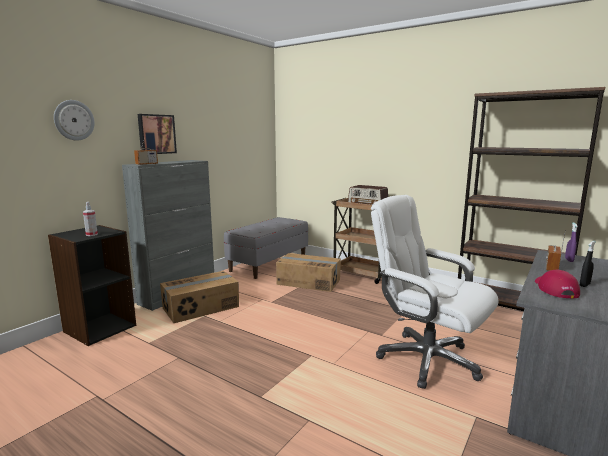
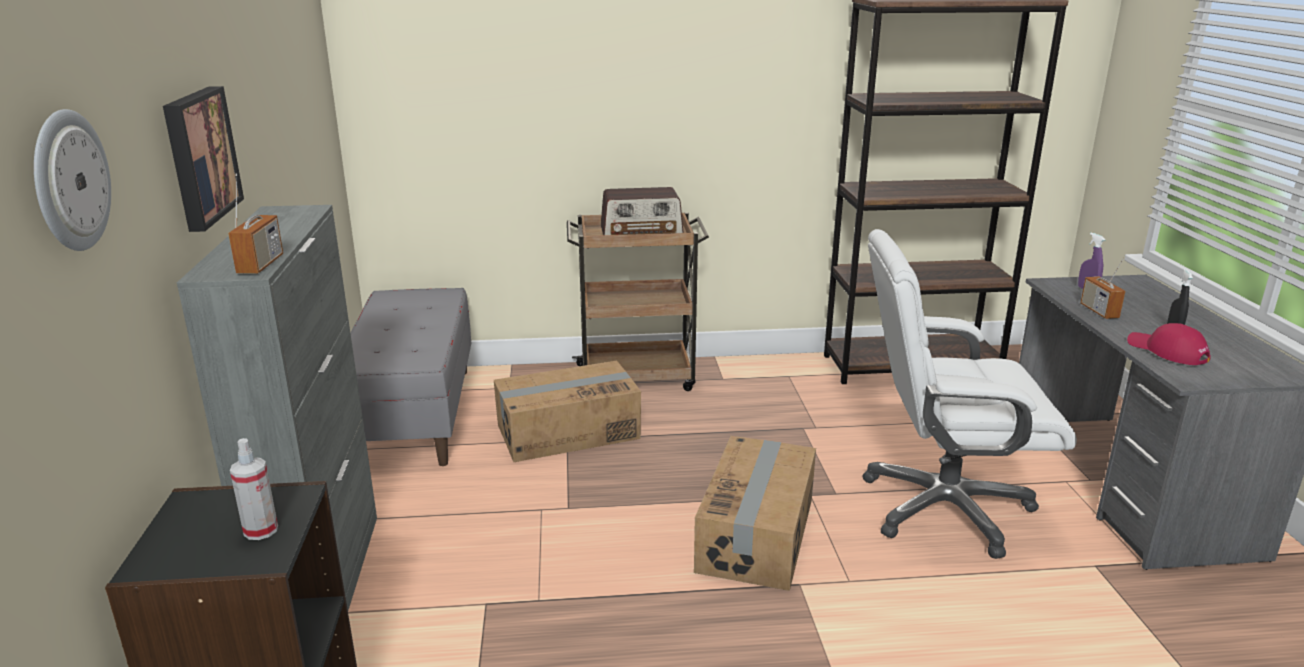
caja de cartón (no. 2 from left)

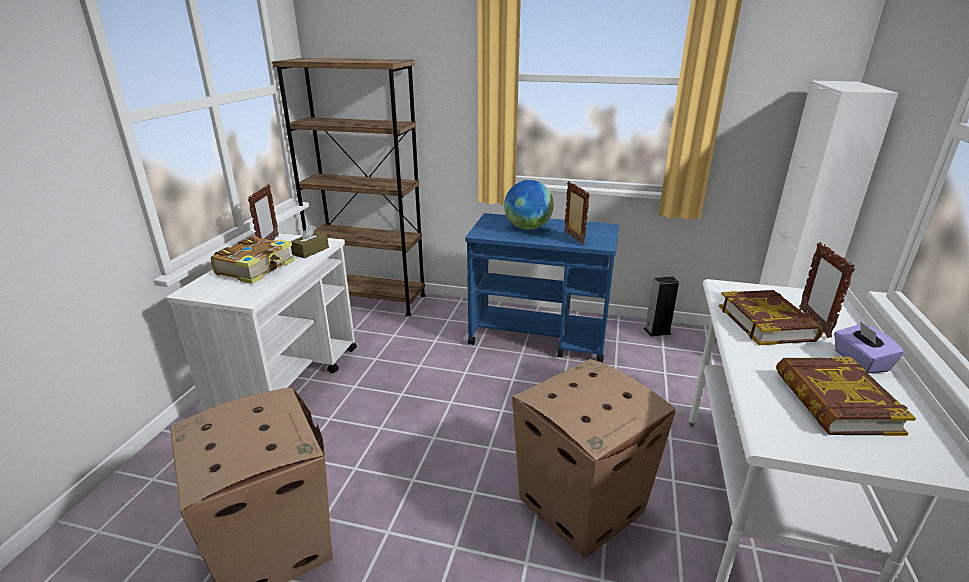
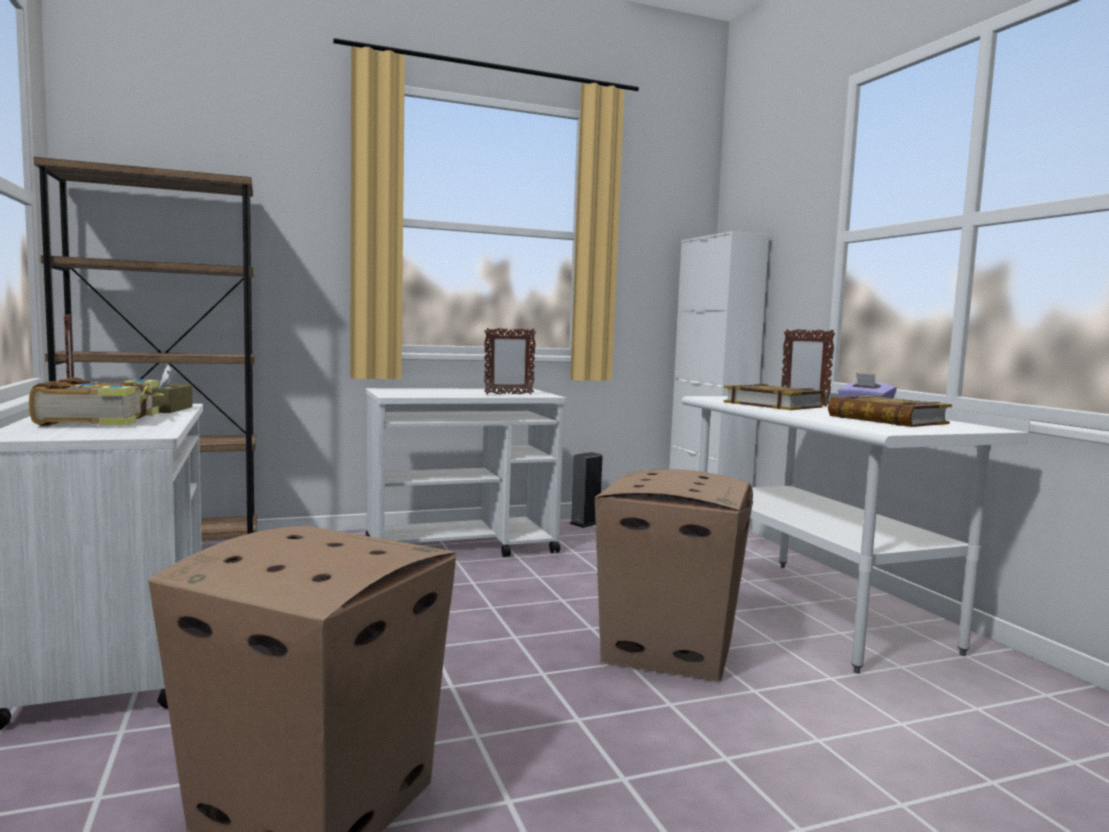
carrito [blanco] (no. 2 from left); portarretratos (no. 2 from left); globo terráqueo

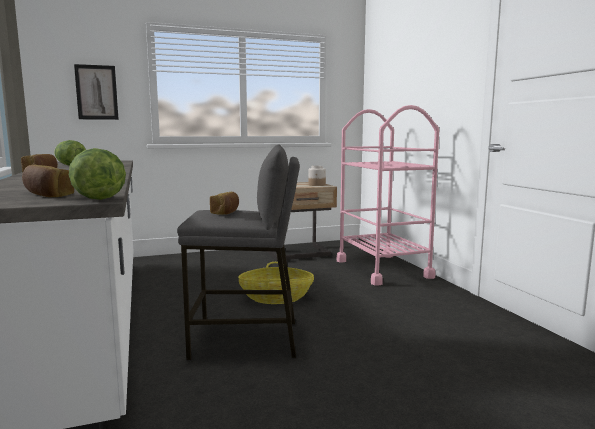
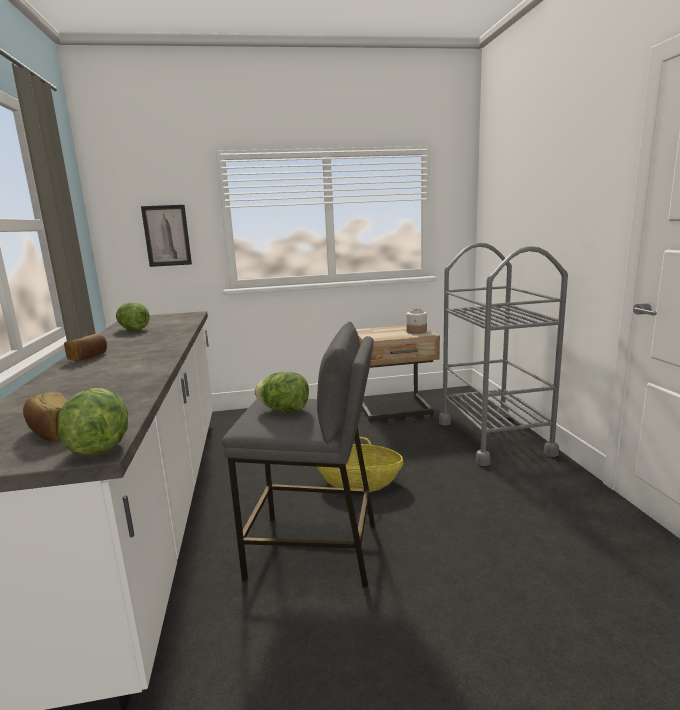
lechuga (no. 3 from left); carrito [gris]

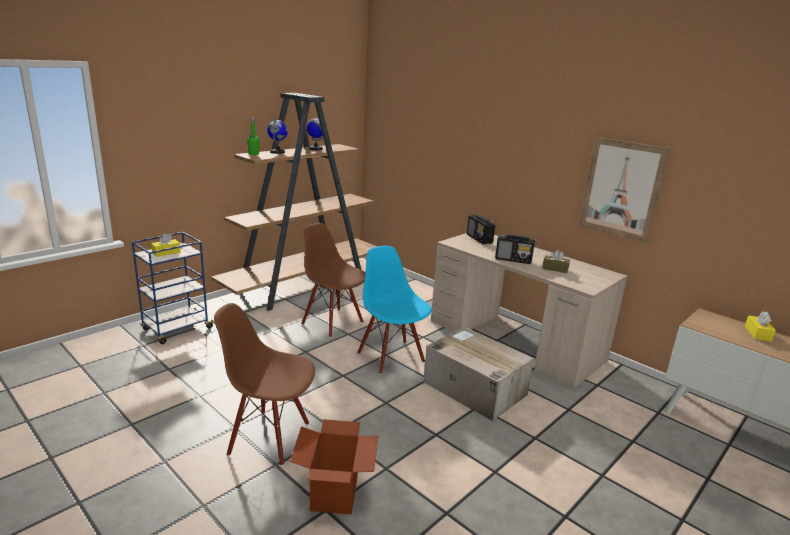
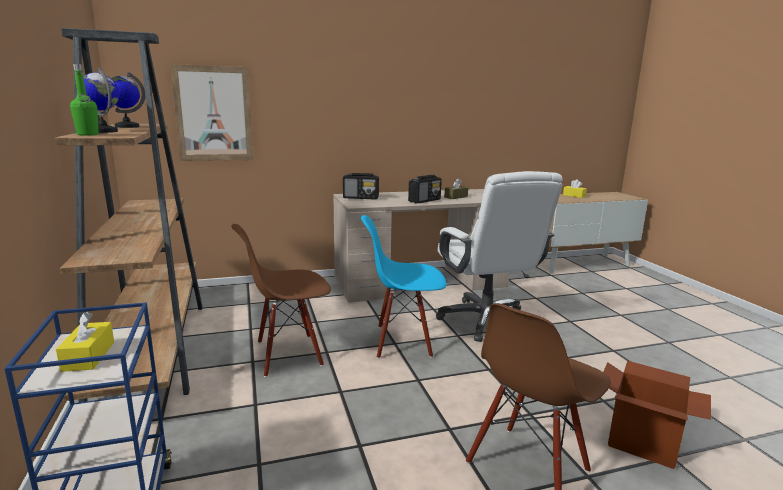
cuadro; silla de oficina [blanco]

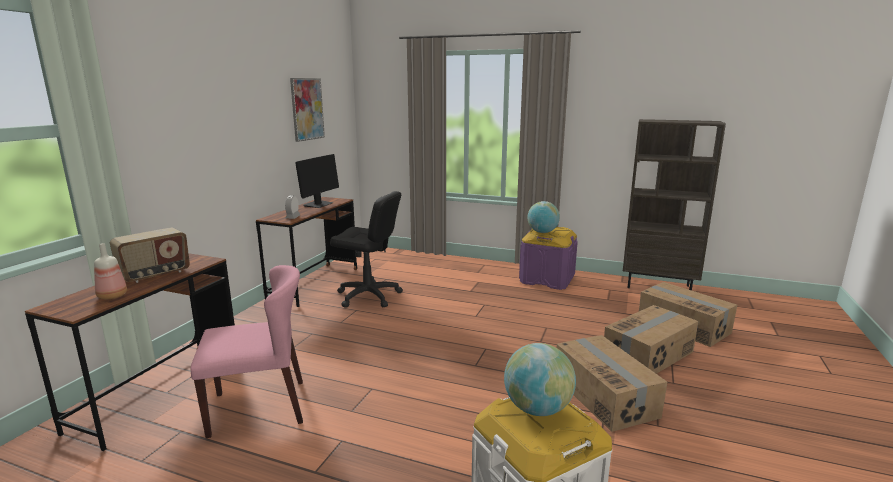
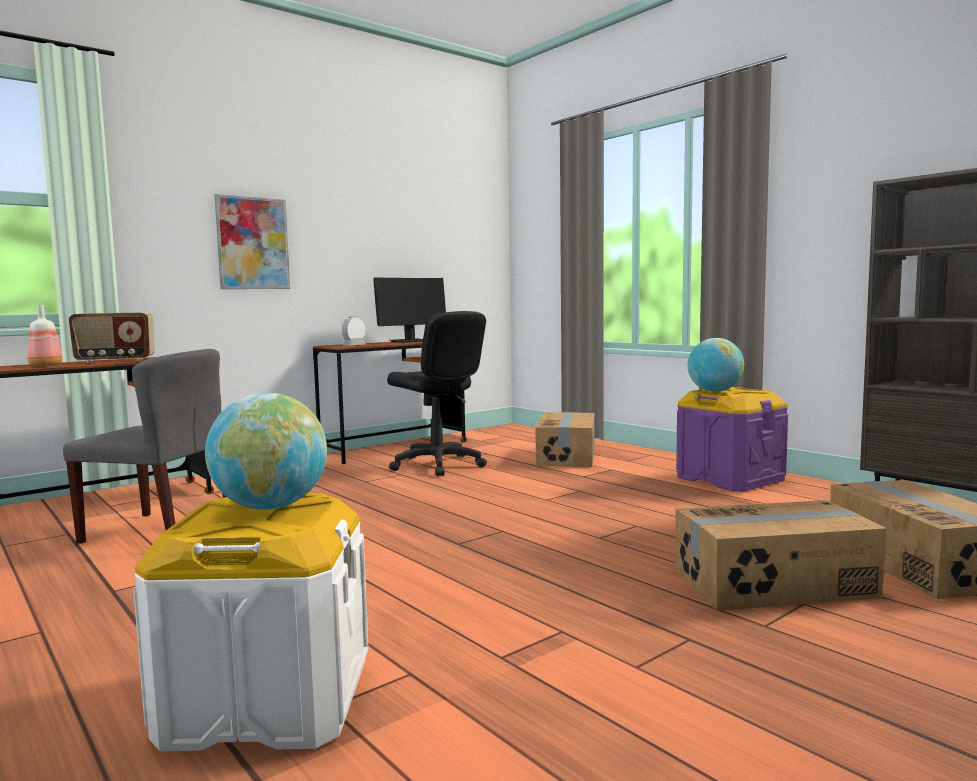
silla [gris]; cuadro; caja de cartón (no. 1 from left)

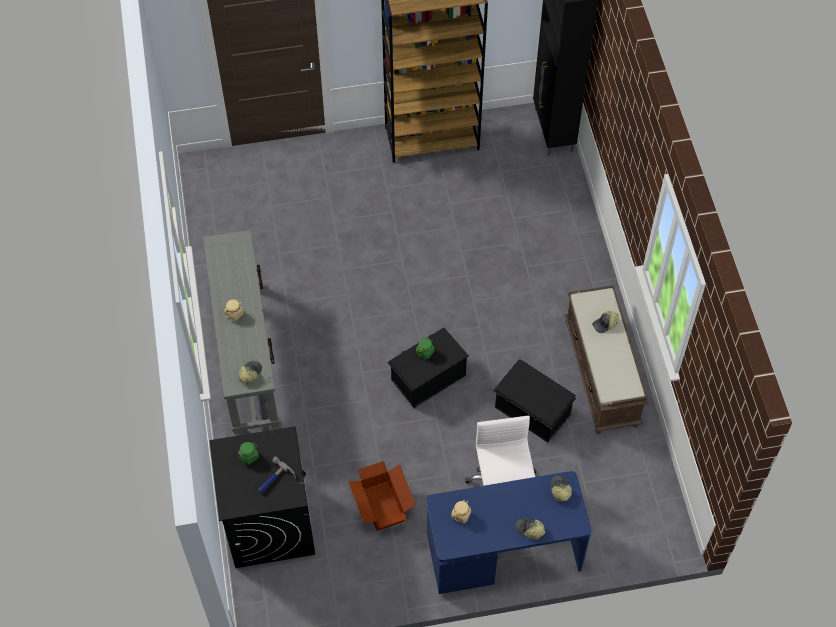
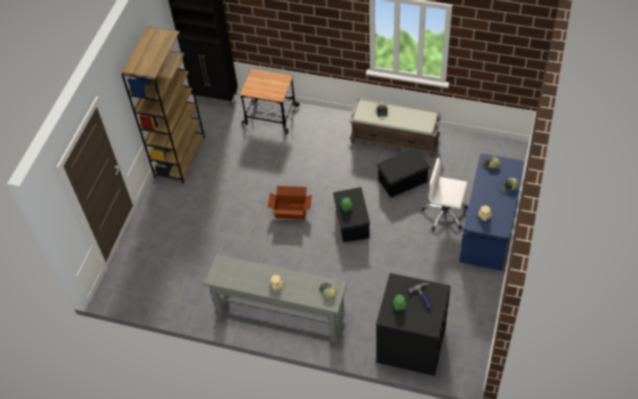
carrito; caja de cartón

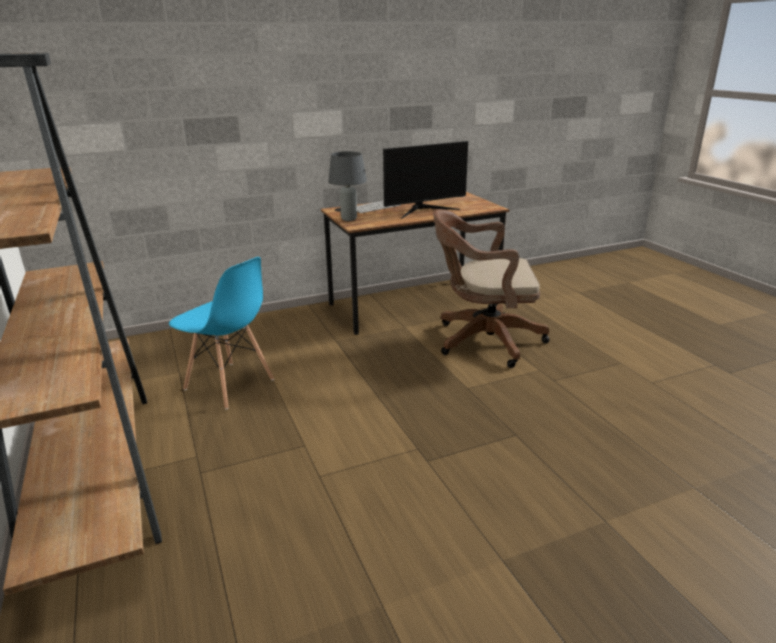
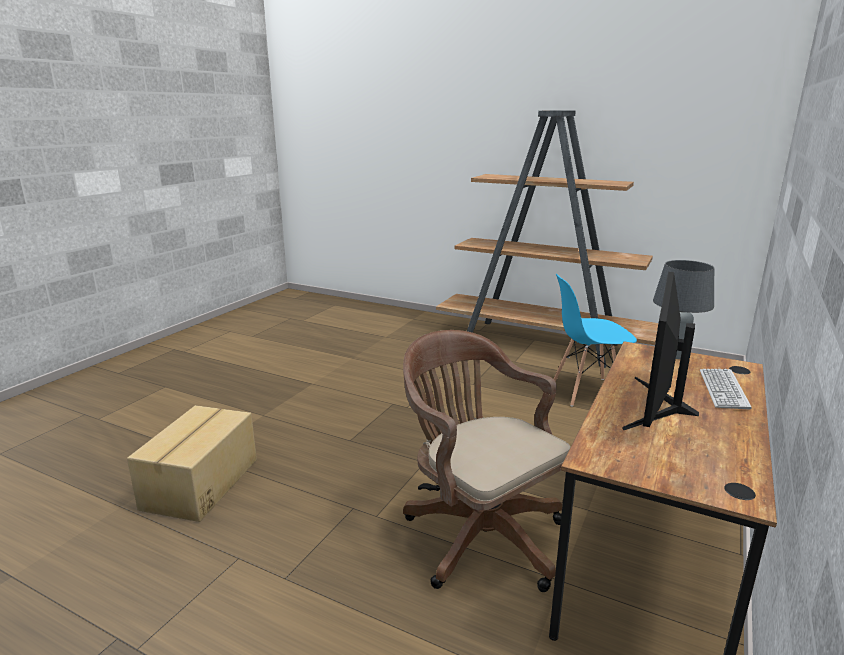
caja de cartón; silla de oficina [marrón]

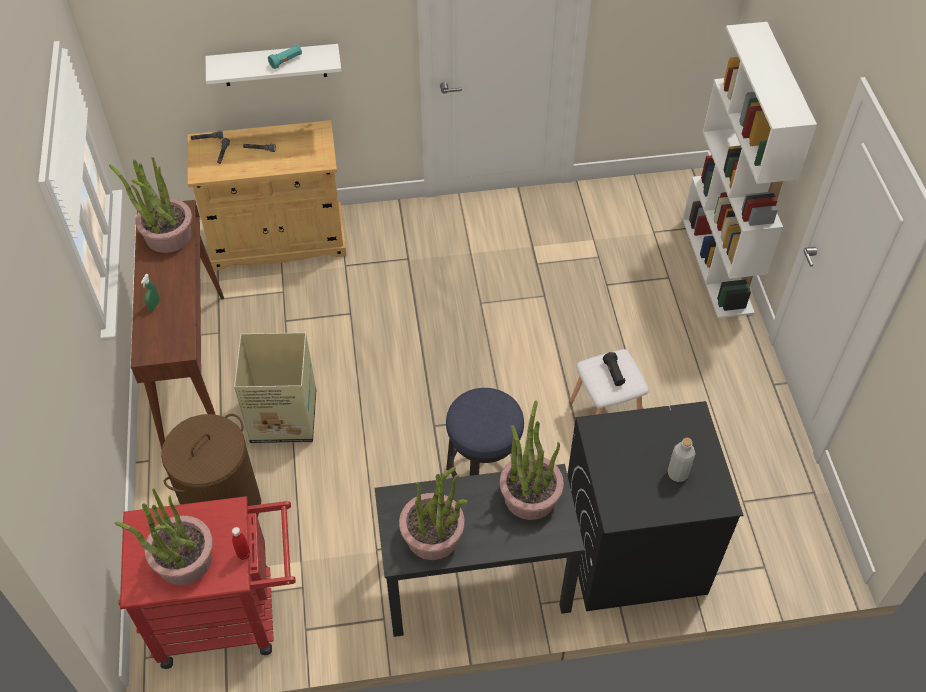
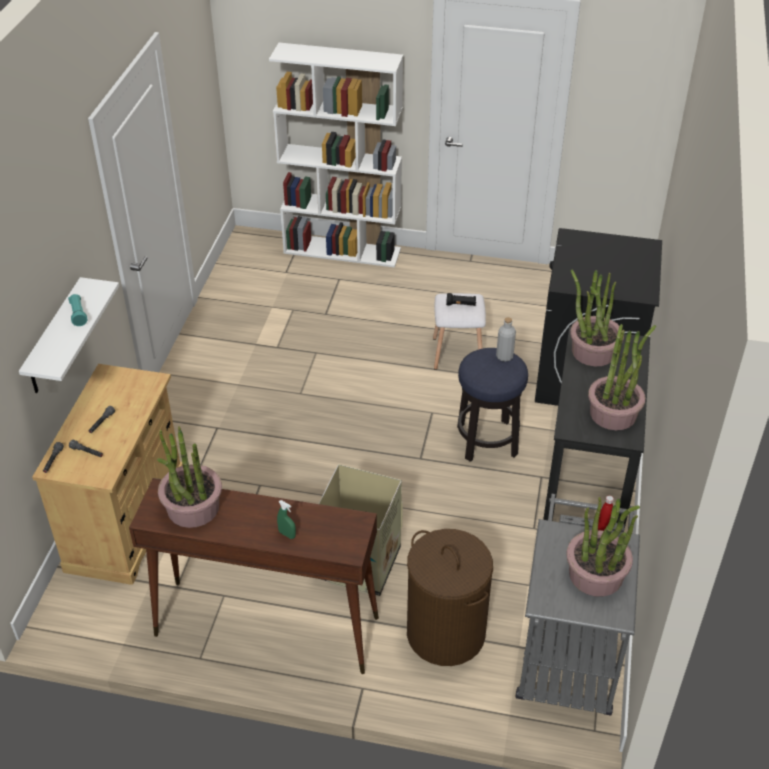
botella [gris]; carrito [gris]

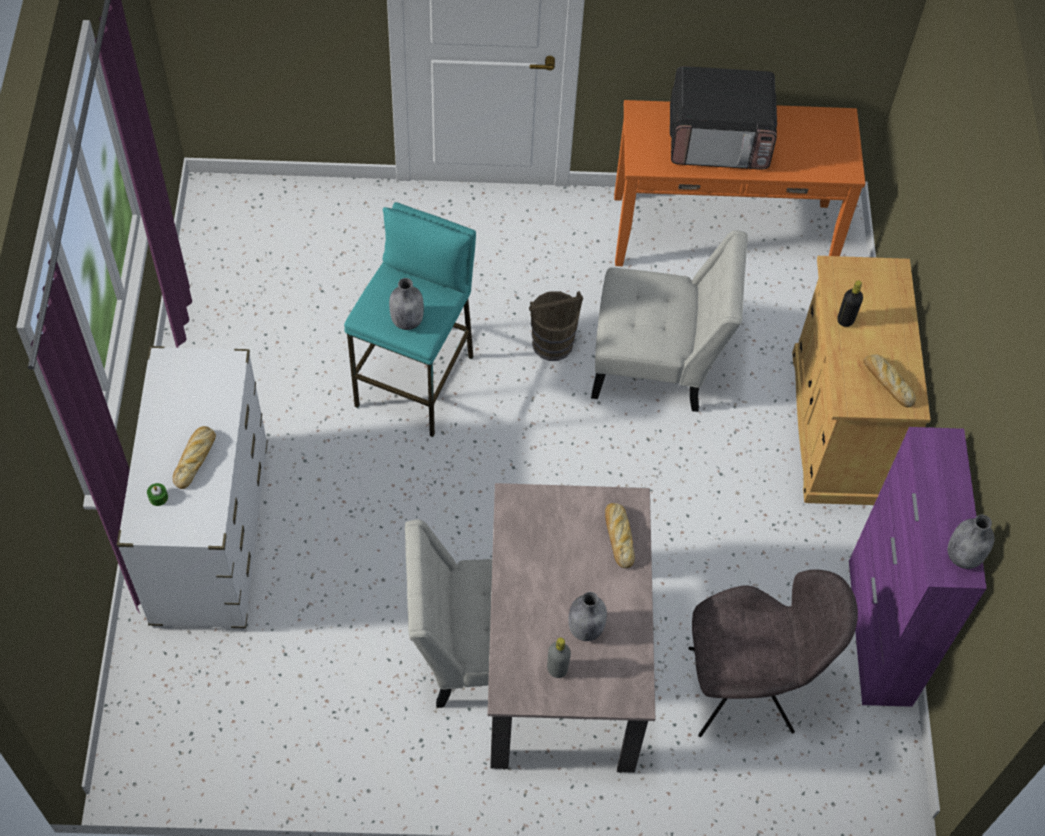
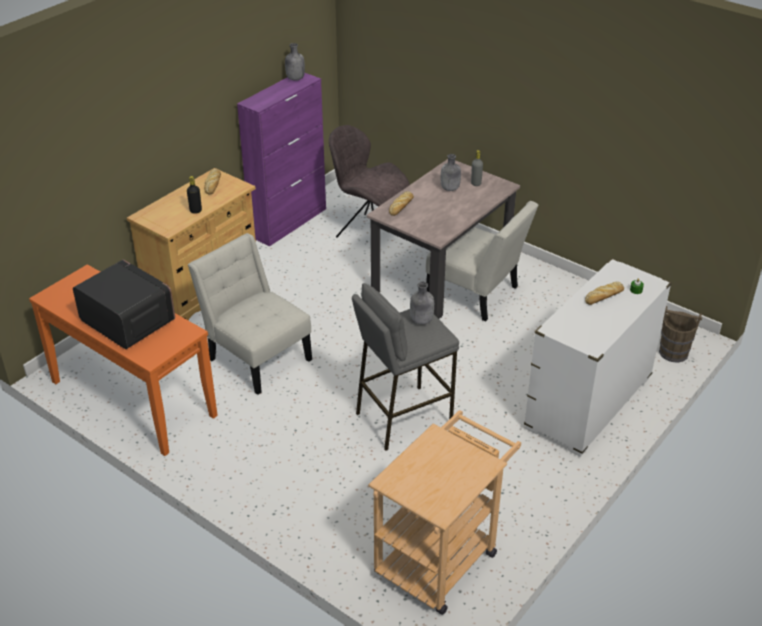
taburete [gris]; carrito [beis]; cubo [marrón]

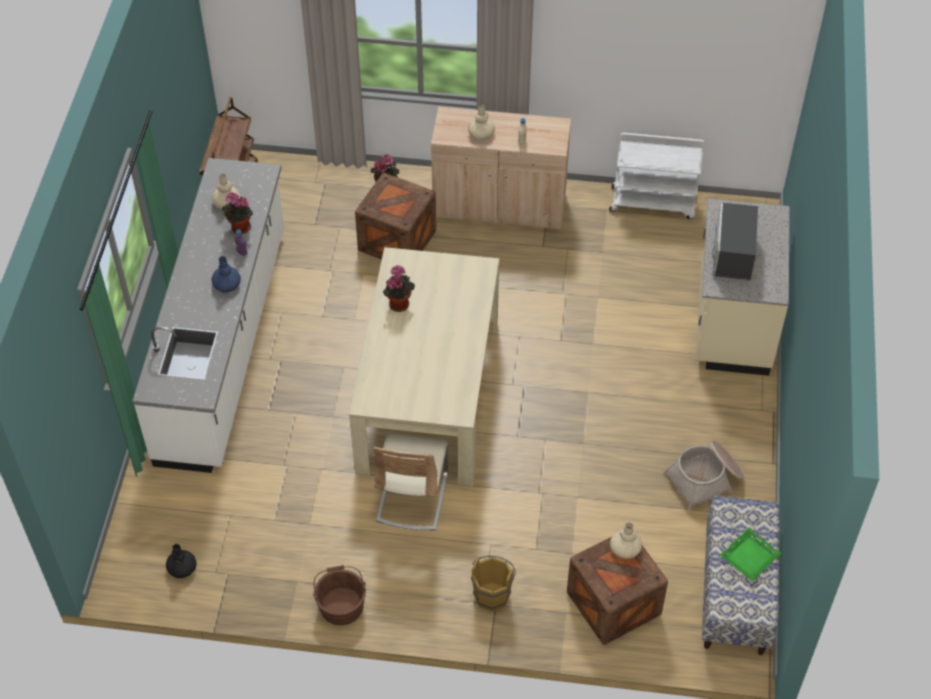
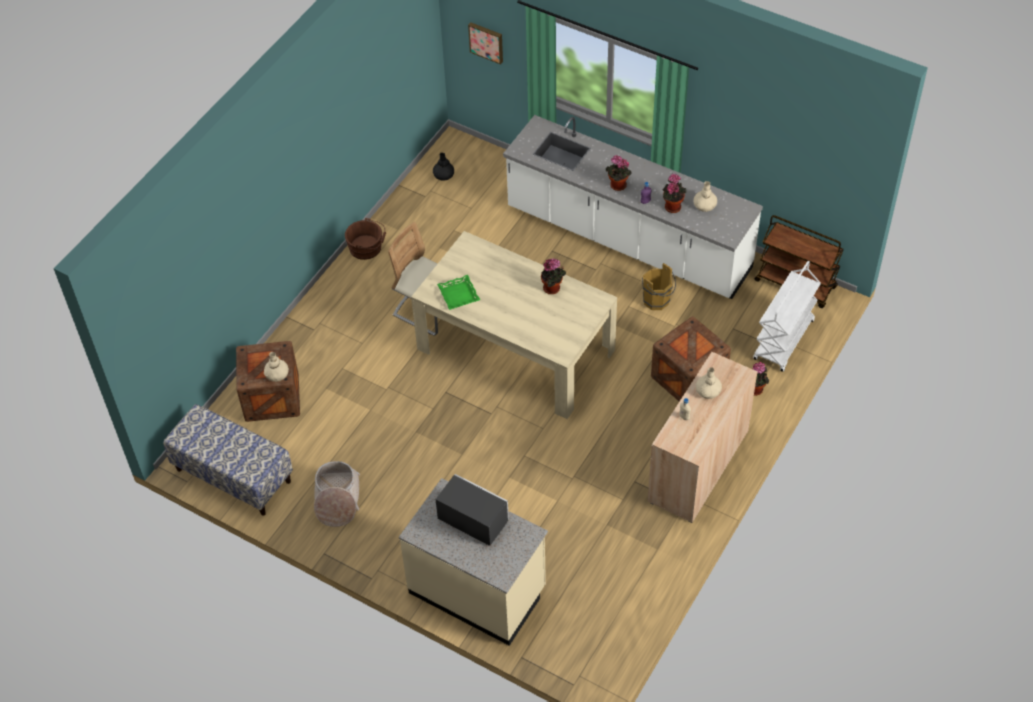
bandeja [verde]; cuadro; planta en maceta (no. 2 from left); cubo [marrón] (no. 2 from left); carrito [blanco]

